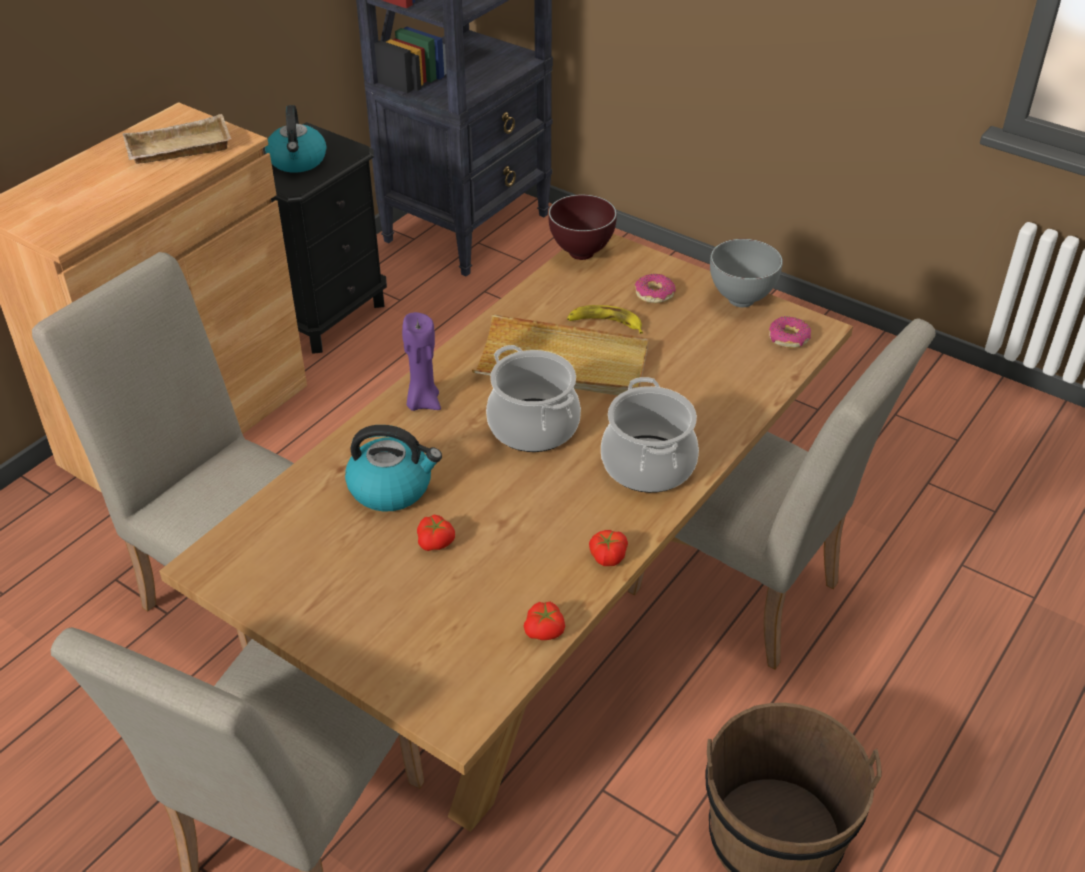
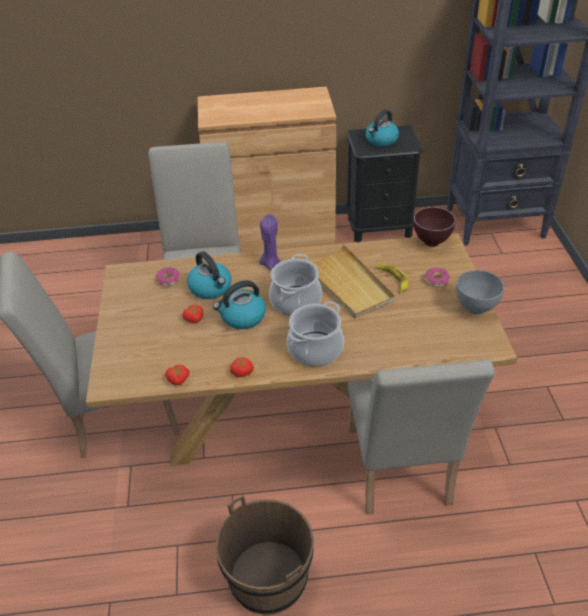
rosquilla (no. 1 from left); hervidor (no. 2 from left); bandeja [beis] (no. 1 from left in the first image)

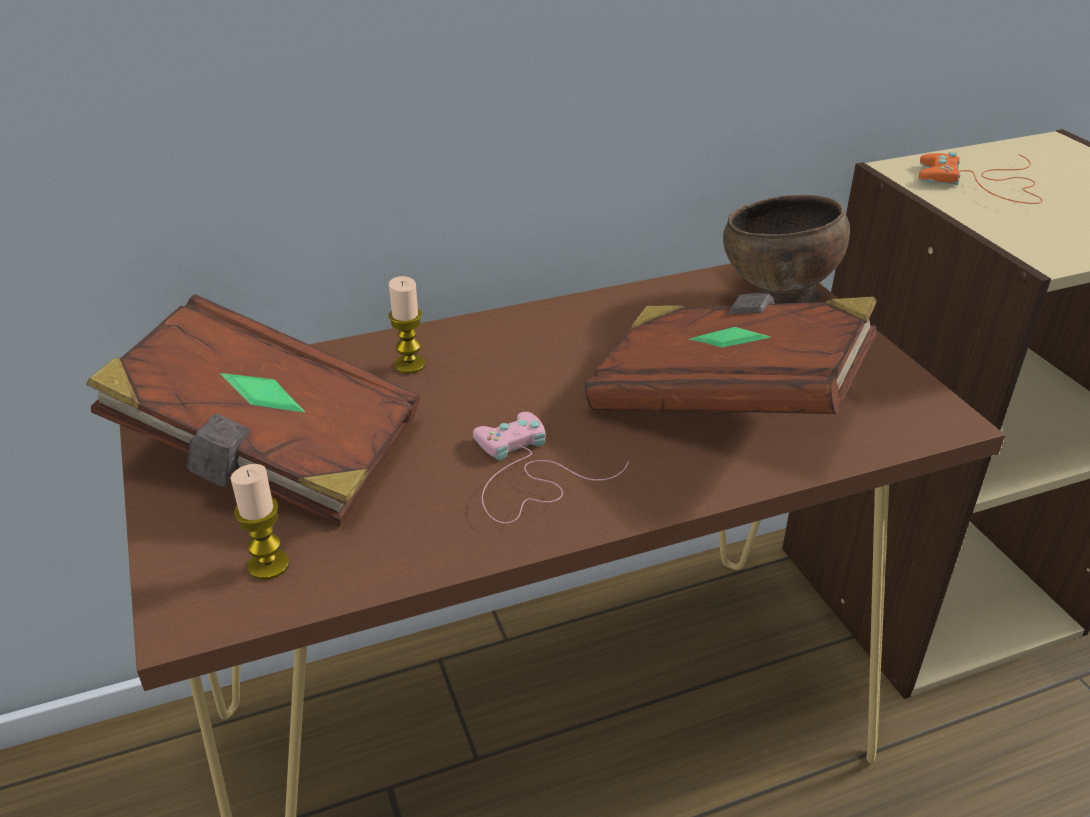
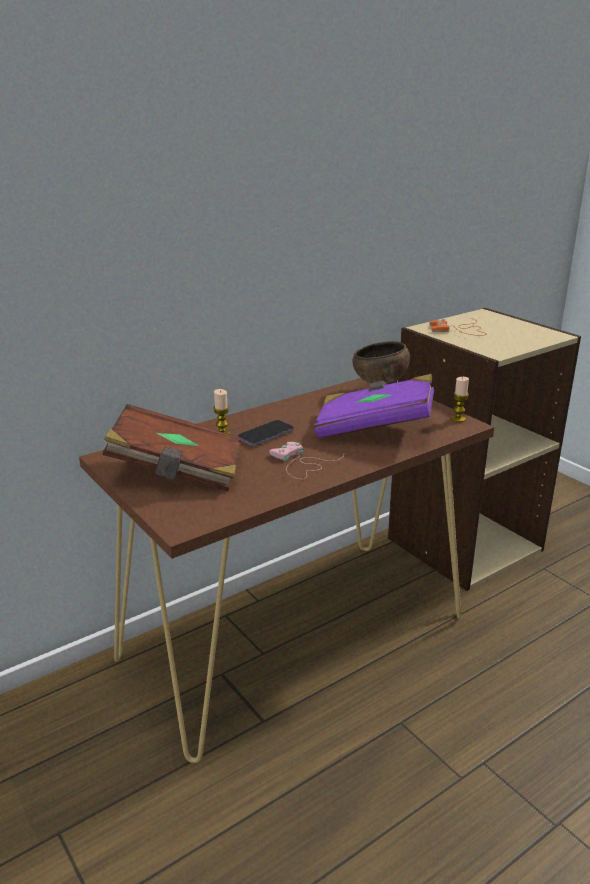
móvil; libro [morado]; vela (no. 2 from left)

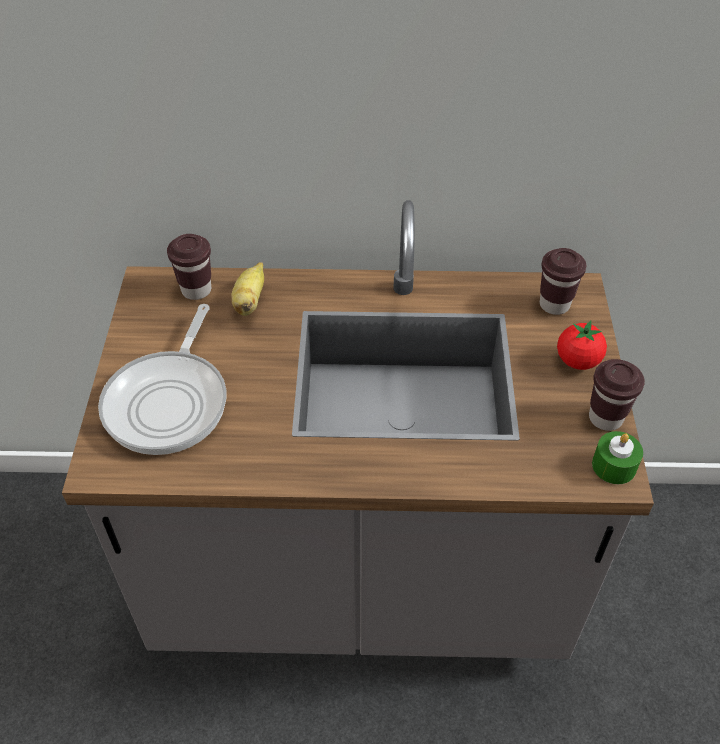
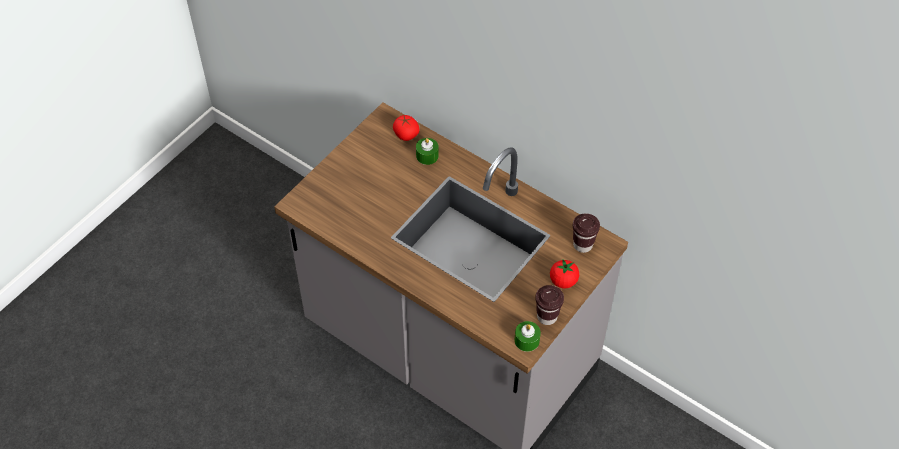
tomate (no. 1 from left); vela [verde] (no. 1 from left); sartén

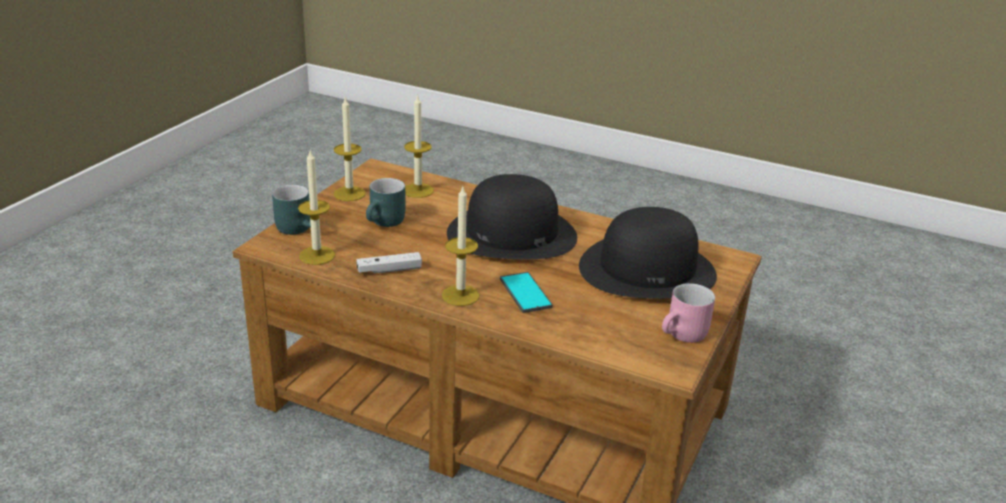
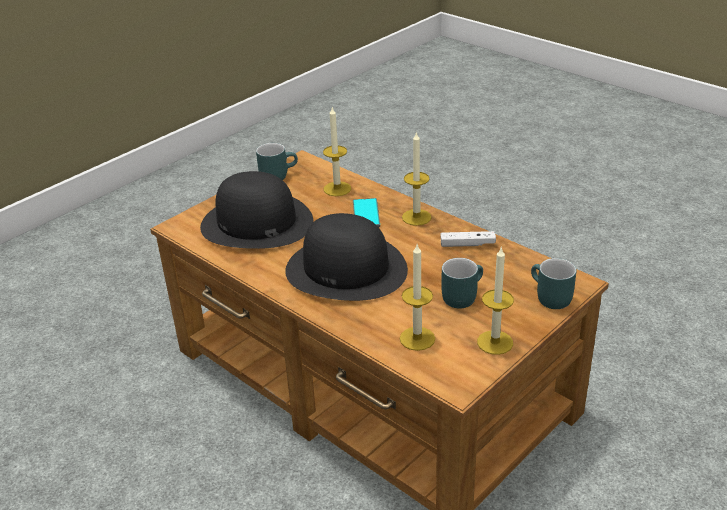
taza grande [turquesa] (no. 1 from left); vela (no. 1 from left)

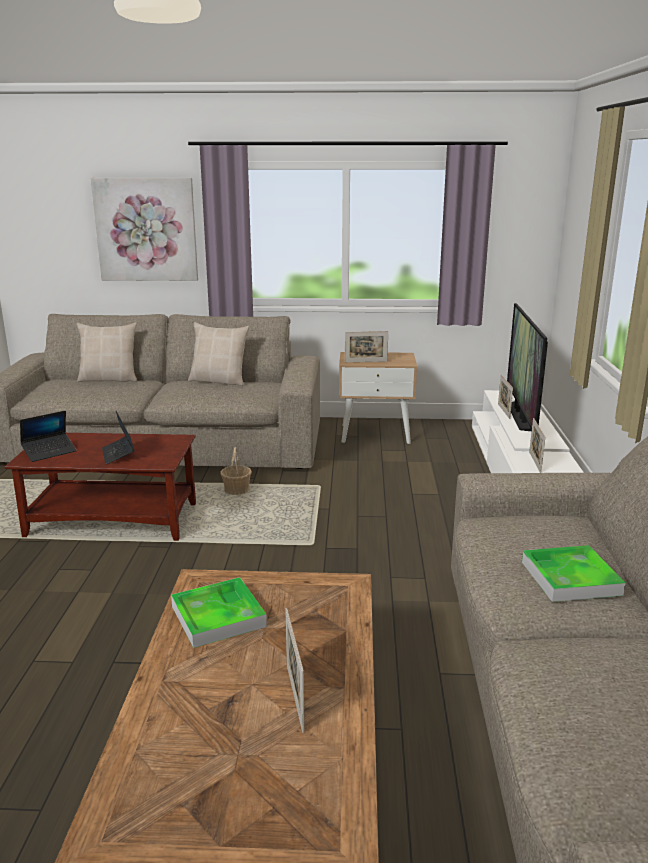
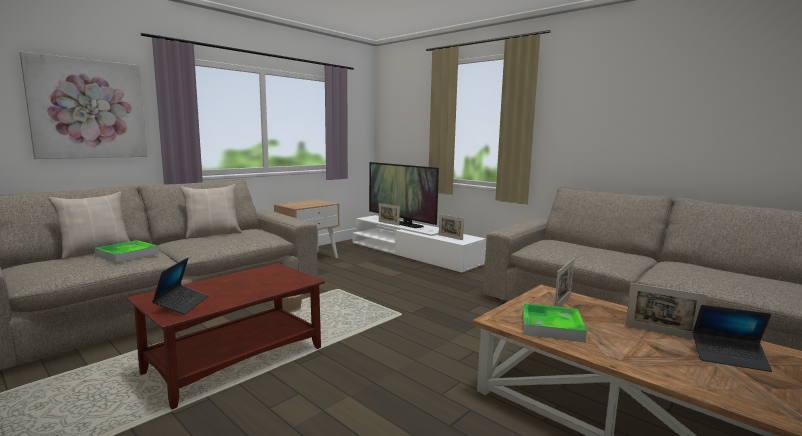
bandeja (no. 1 from left); portarretratos (no. 3 from left); portátil (no. 2 from left)

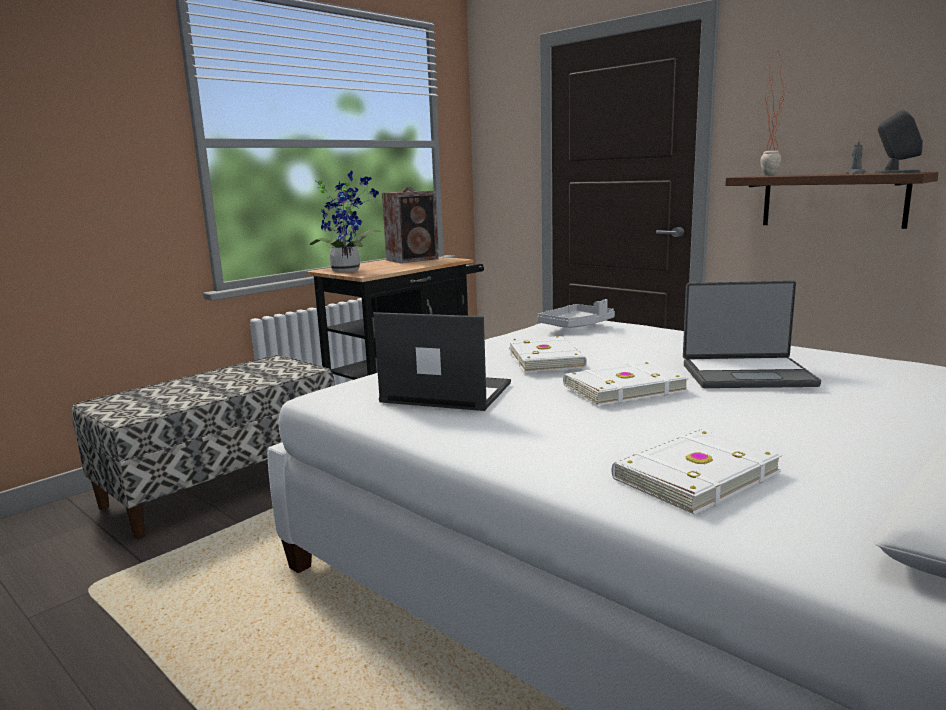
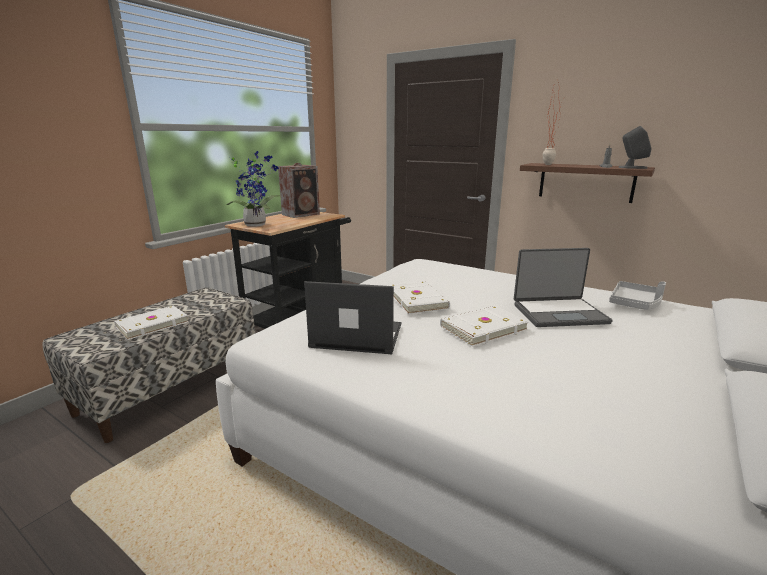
libro [blanco] (no. 1 from left); bandeja [gris]

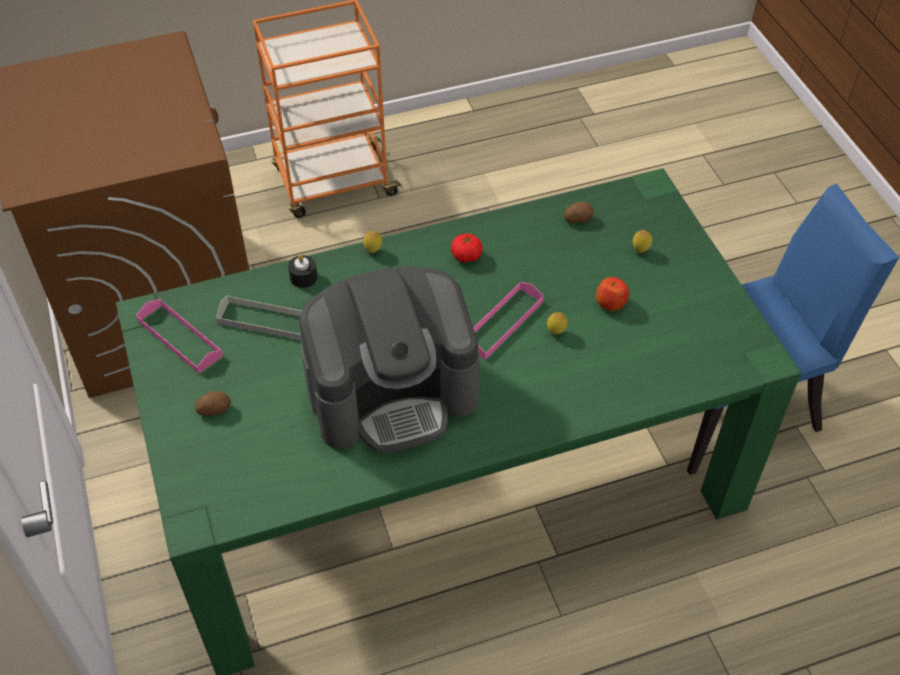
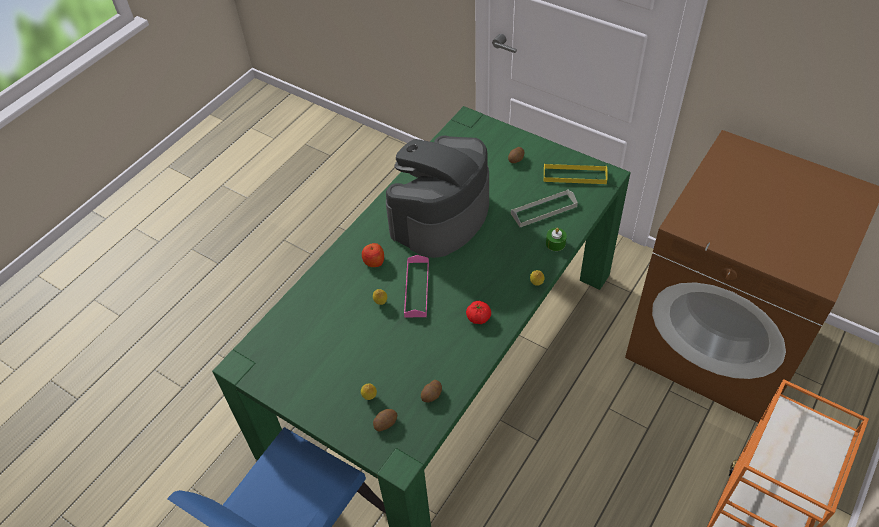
manzana; patata (no. 1 from left); bandeja [amarillo]; vela [verde]

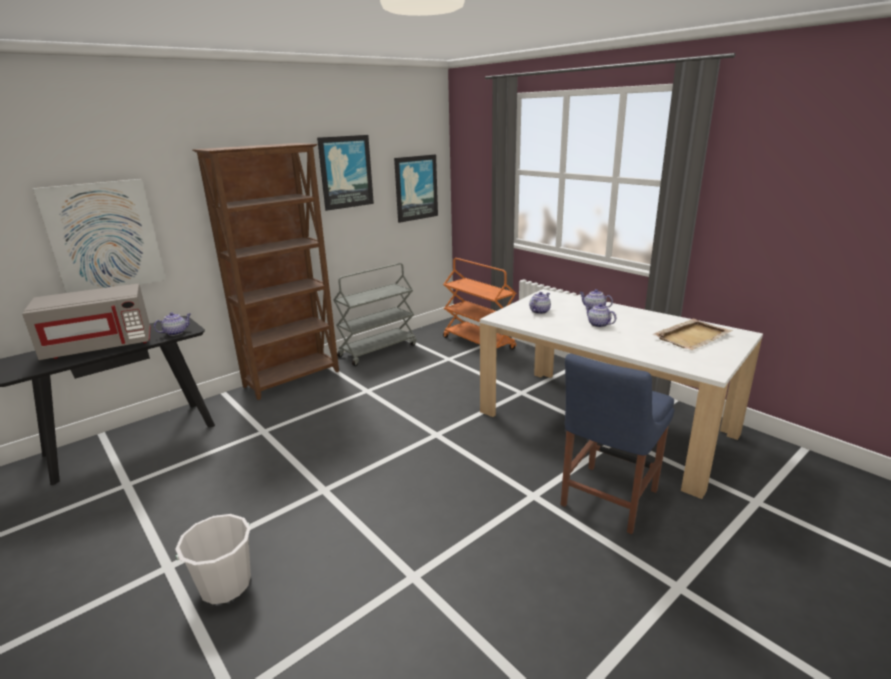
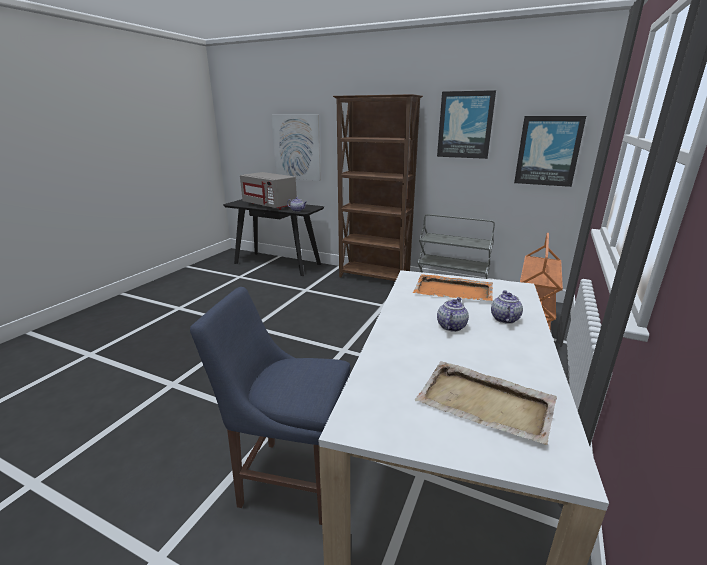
bandeja [naranja]; cubo [blanco]

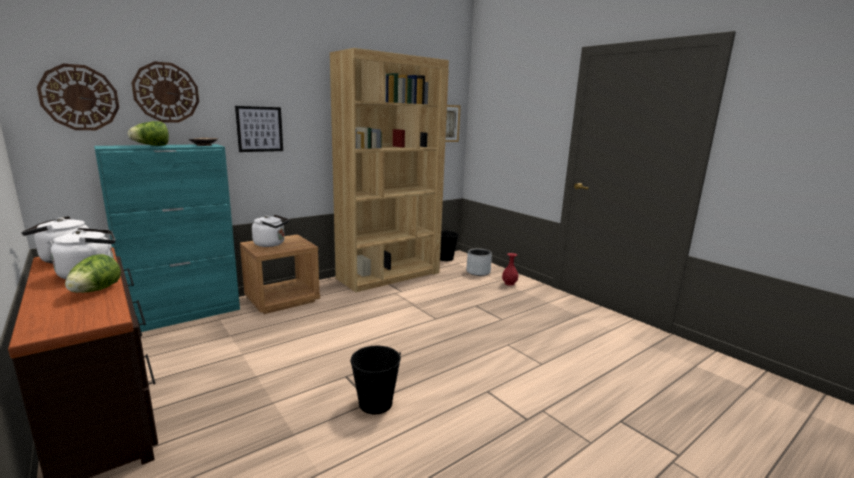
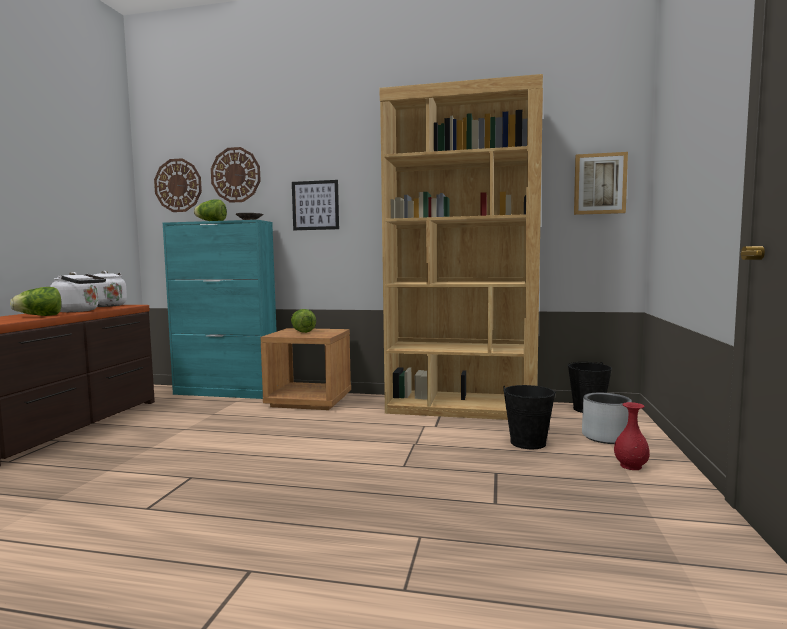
lechuga (no. 3 from left); cubo [negro] (no. 1 from left)

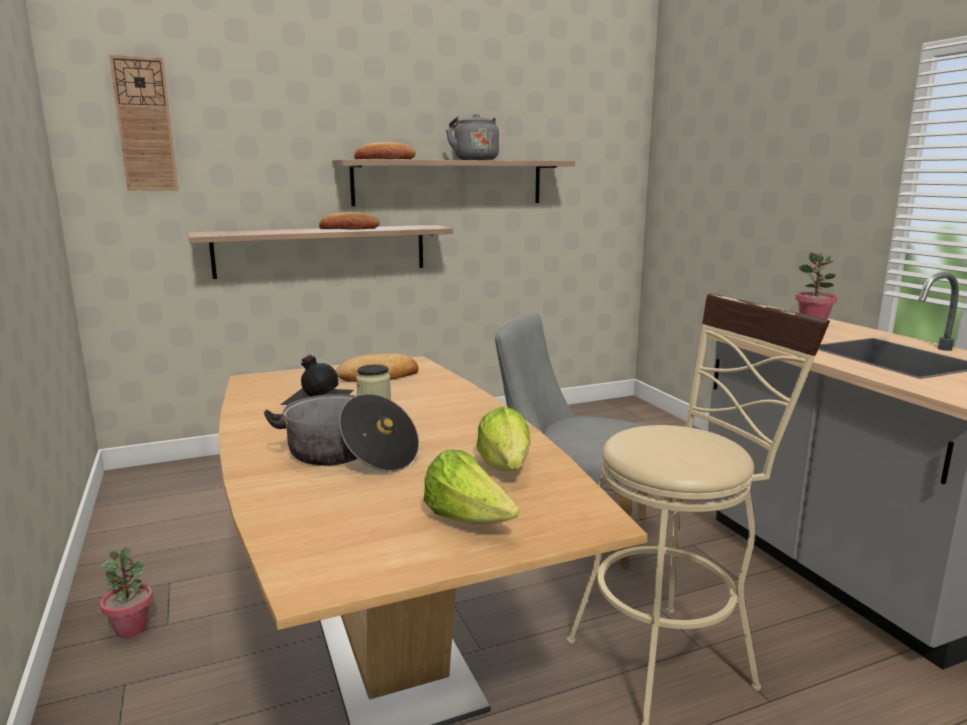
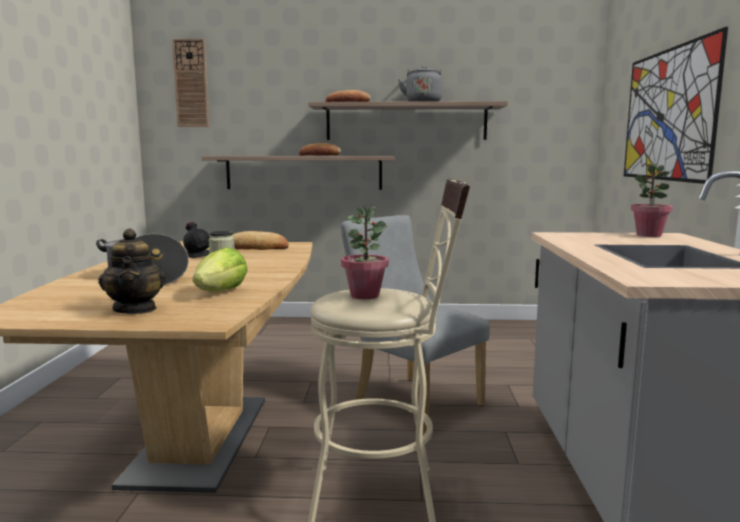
tetera; planta en maceta (no. 1 from left); cuadro

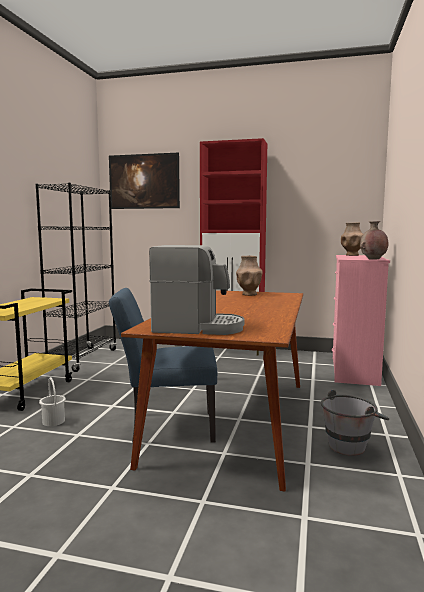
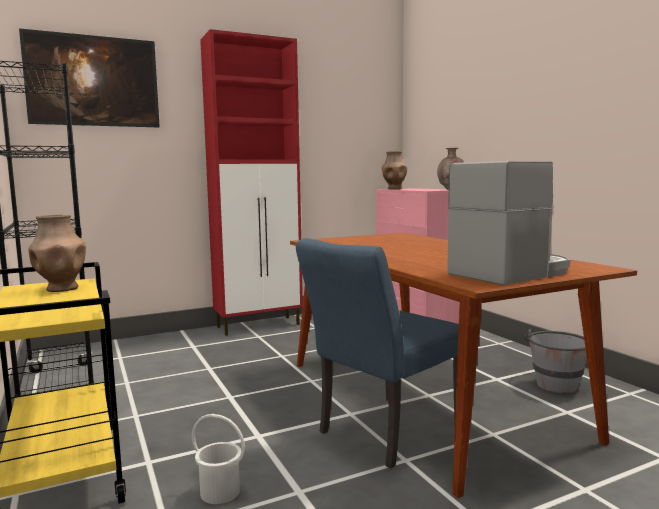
florero [marrón] (no. 1 from left)

